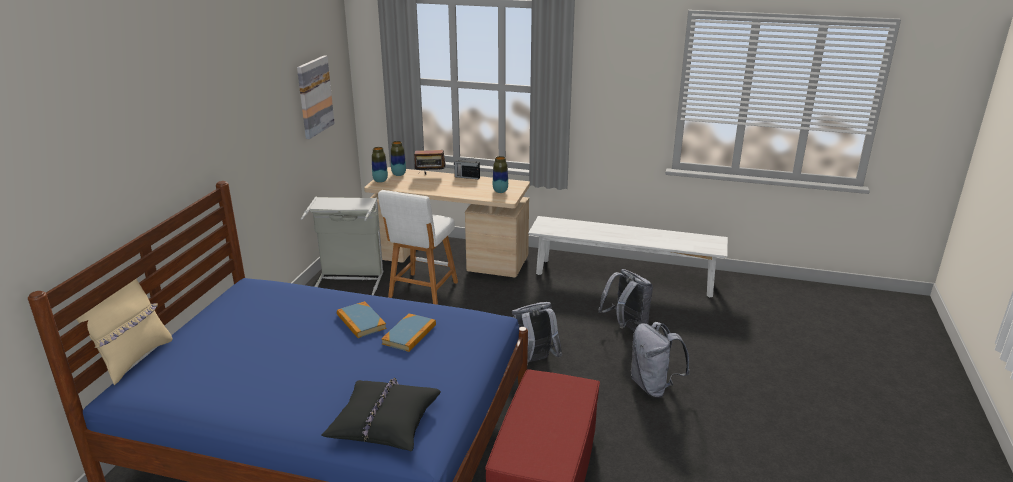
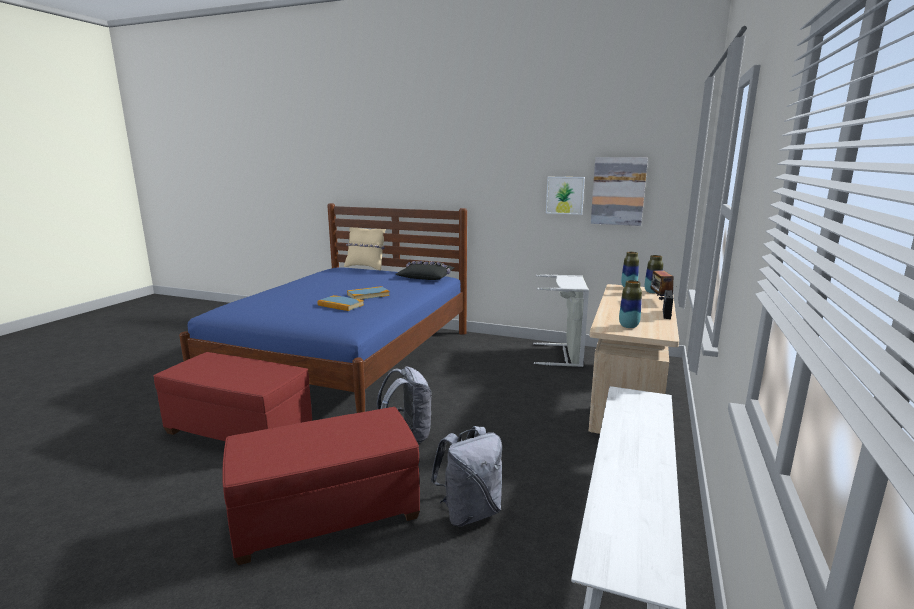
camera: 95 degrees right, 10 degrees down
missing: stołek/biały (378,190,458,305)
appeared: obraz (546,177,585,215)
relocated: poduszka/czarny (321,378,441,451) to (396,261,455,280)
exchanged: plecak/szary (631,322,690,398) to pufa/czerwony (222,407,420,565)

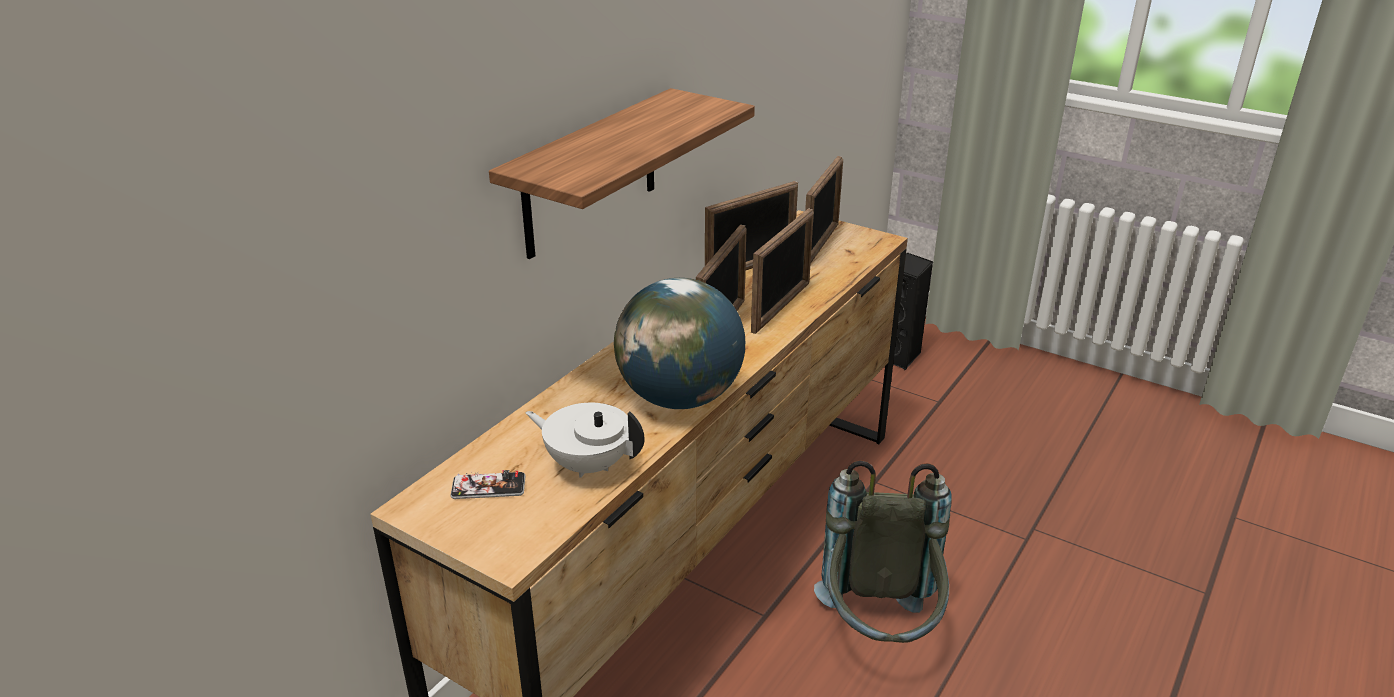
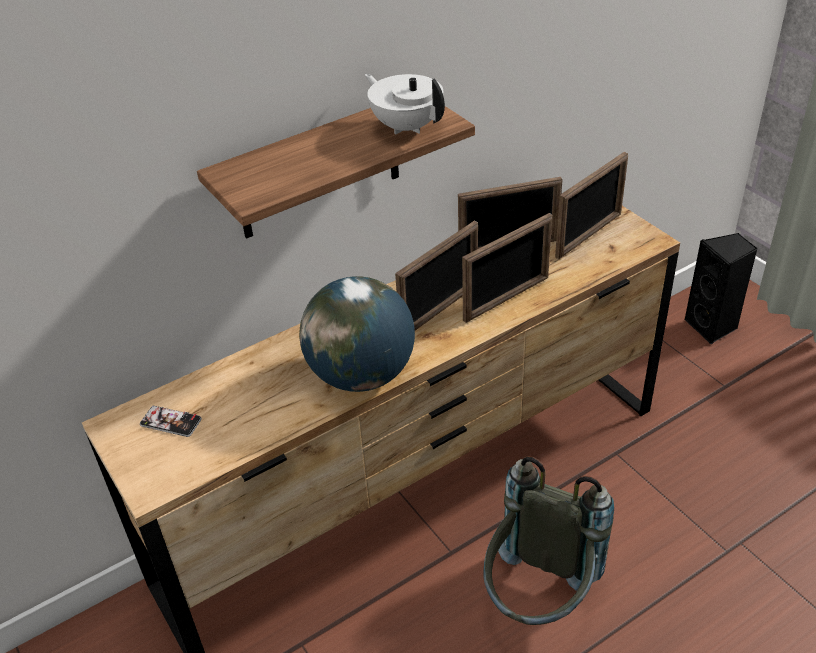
camera: 25 degrees right, 10 degrees up
relocated: imbryk/biały (526,403,645,478) to (365,74,445,135)

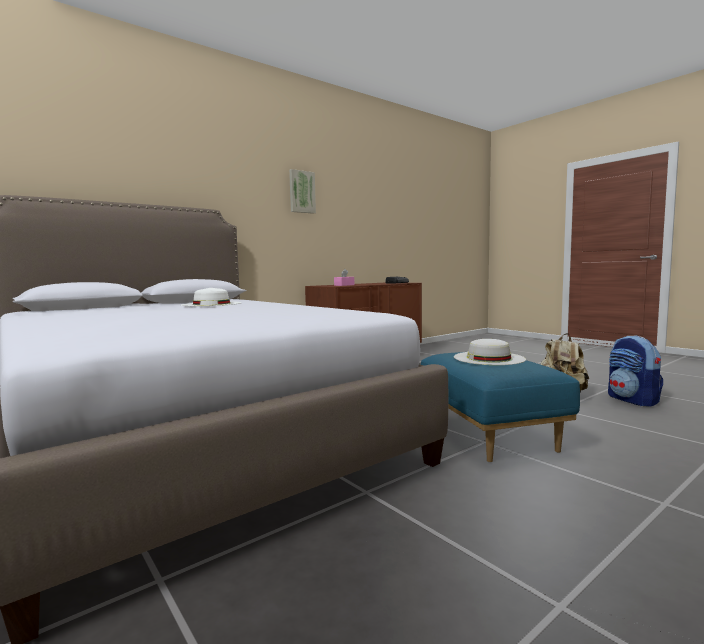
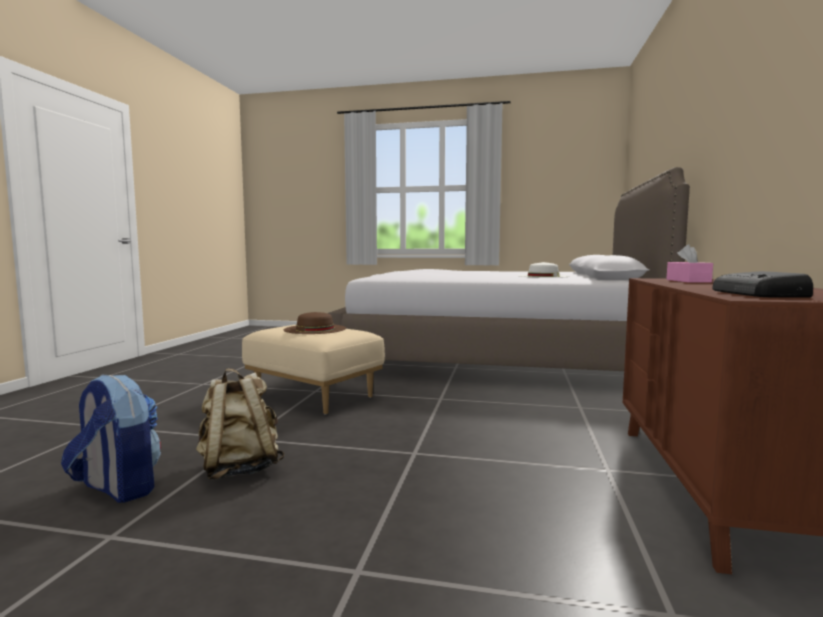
camera: 140 degrees right, 0 degrees up
missing: obraz (289,169,316,214)
colour: kapelusz/biały (454,339,526,365) to kapelusz/brązowy (284,312,346,334); pufa/niebieski (421,352,580,462) to pufa/beżowy (242,325,385,414)

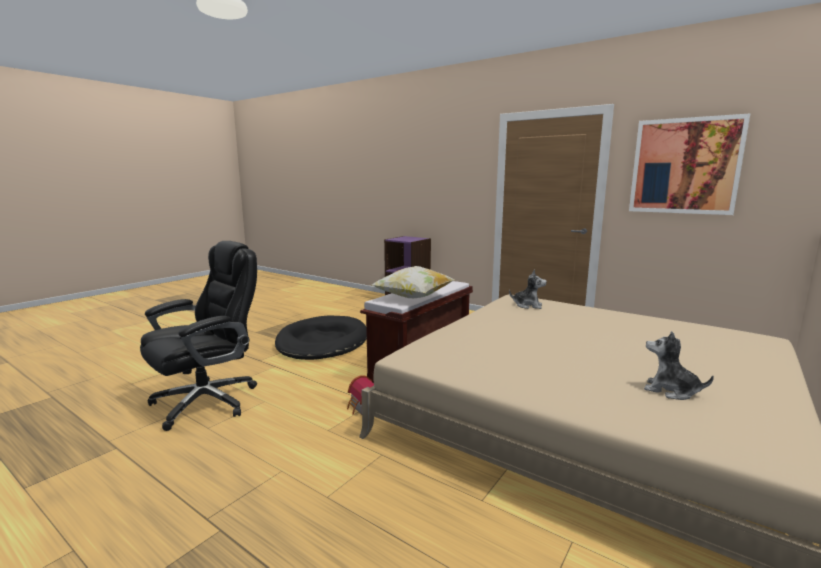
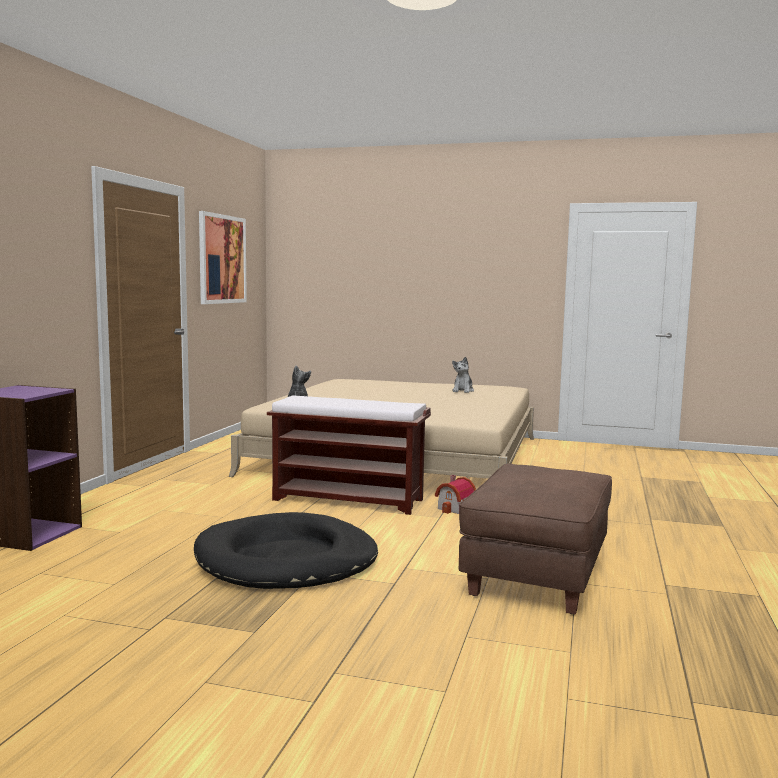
camera: 110 degrees left, 5 degrees down
missing: poduszka (372,266,455,298)
exchanged: krzesło biurowe/czarny (140,241,257,431) to pufa/brązowy (459,464,612,614)

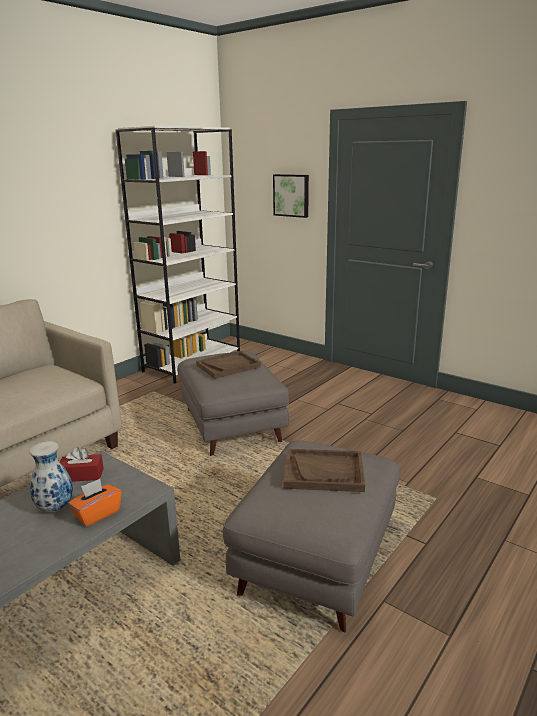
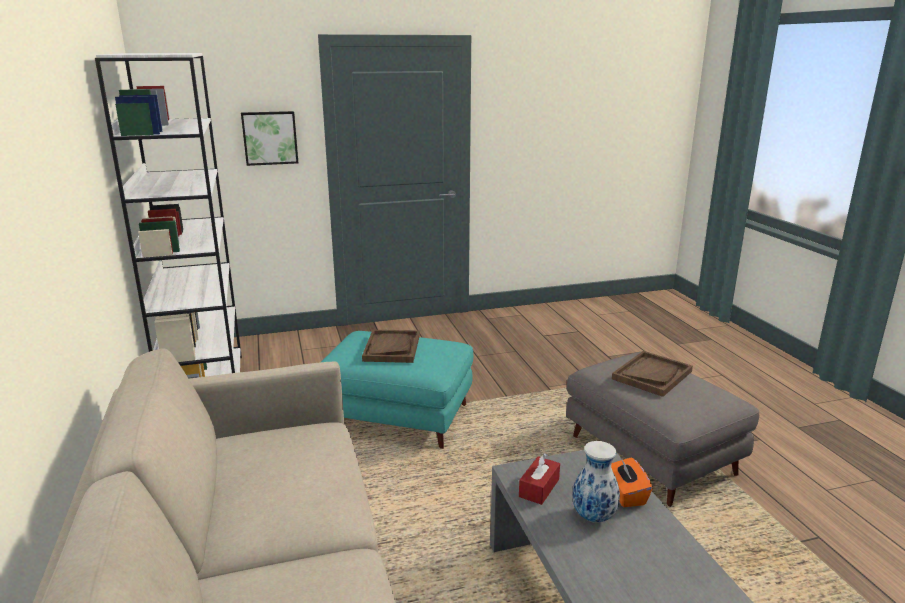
camera: 55 degrees left, 0 degrees up
colour: pufa/szary (177,351,289,456) to pufa/turkusowy (321,331,473,449)

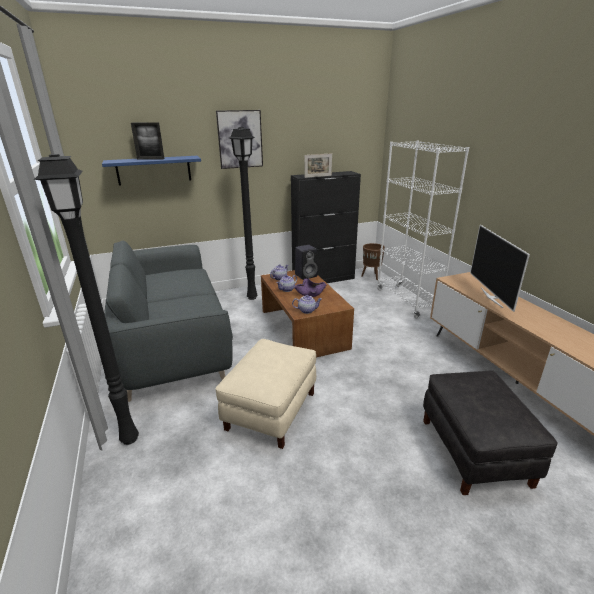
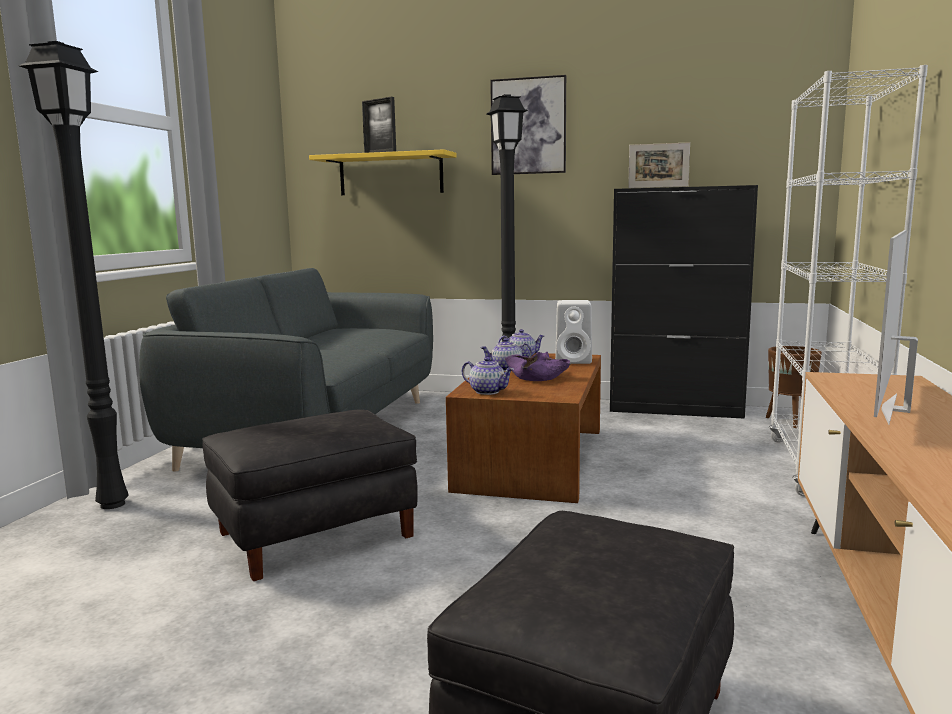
camera: 35 degrees right, 15 degrees down
colour: półka/niebieski (102,156,201,186) to półka/żółty (309,149,456,195); głośnik/czarny (295,245,318,280) to głośnik/biały (555,300,592,364); pufa/beżowy (215,339,316,449) to pufa/czarny (202,409,418,581)

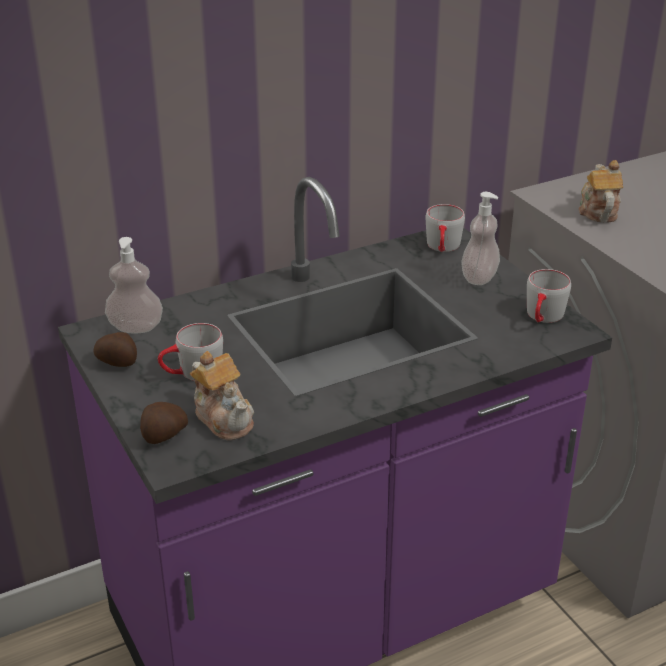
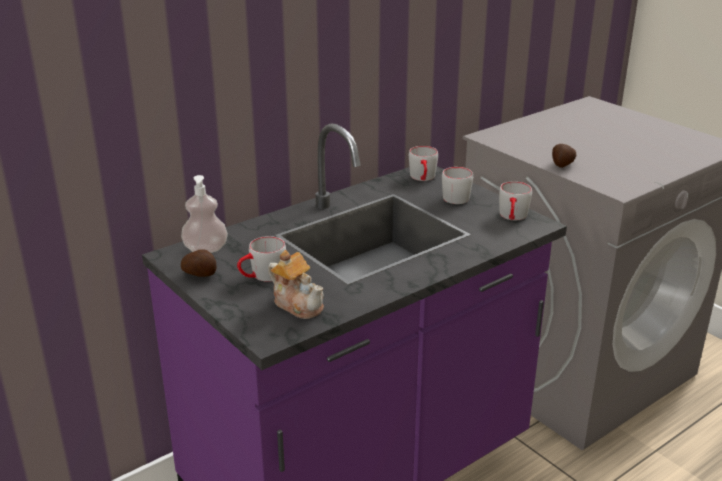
camera: 10 degrees left, 5 degrees down
missing: imbryk (579,160,623,223)
relocated: ziemniak (140,402,188,444) to (552,144,576,168)
exchanged: dozownik mydła (461,192,500,285) to kubek/szary (442,167,473,204)

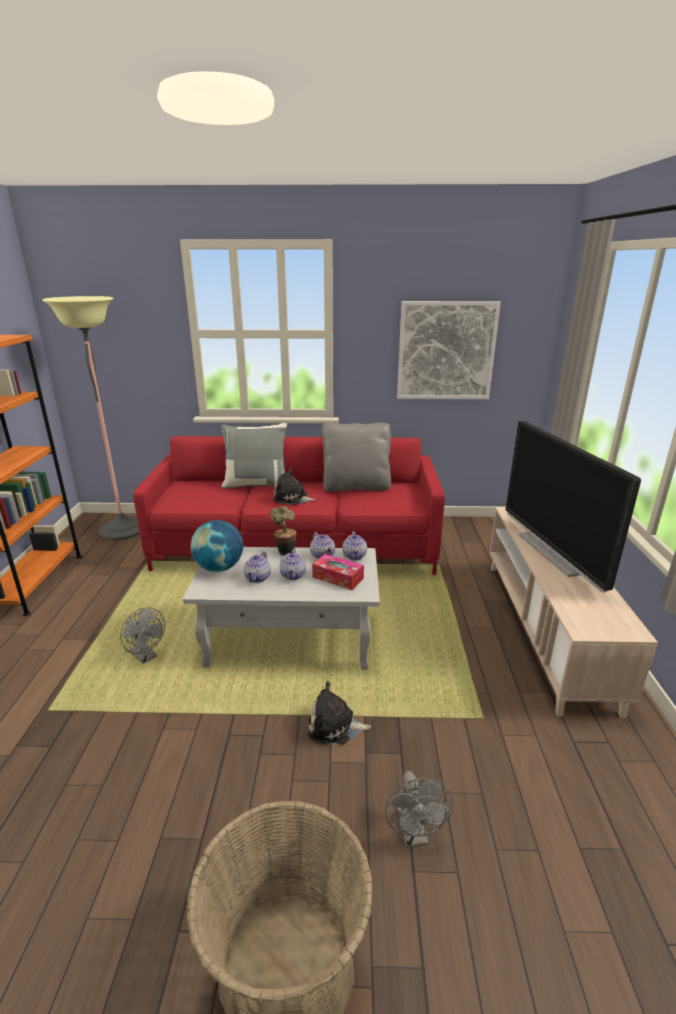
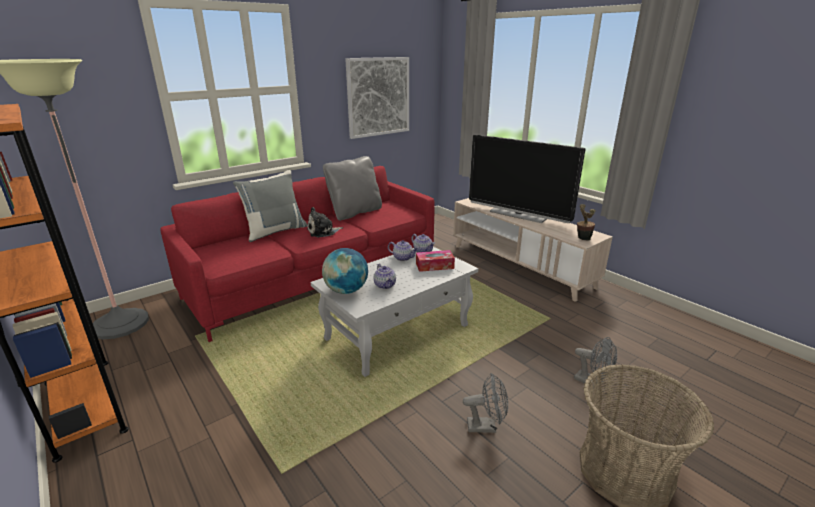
camera: 40 degrees left, 0 degrees up
missing: imbryk (279,549,306,580); pluszak (308,681,371,745)
relocated: roślina doniczkowa (270,506,297,556) to (577,204,596,241); wentylator/szary (120,607,165,664) to (463,373,508,433)

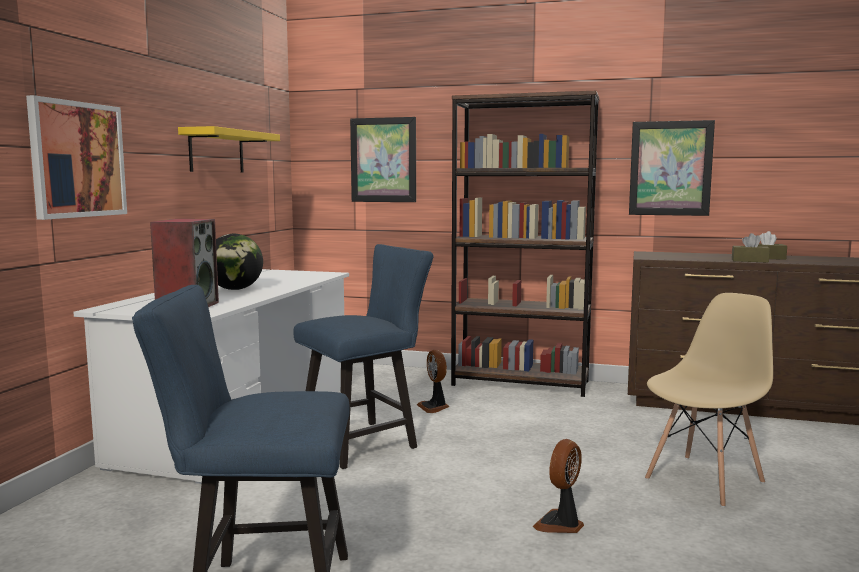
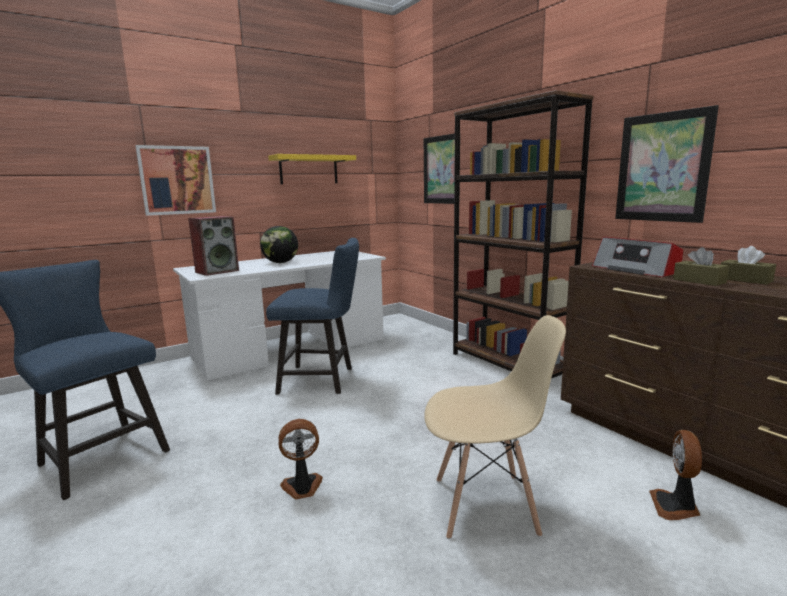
camera: 40 degrees right, 5 degrees up
appeared: radio (592,237,683,277)
relocated: wentylator (417,350,449,413) to (649,430,702,520)

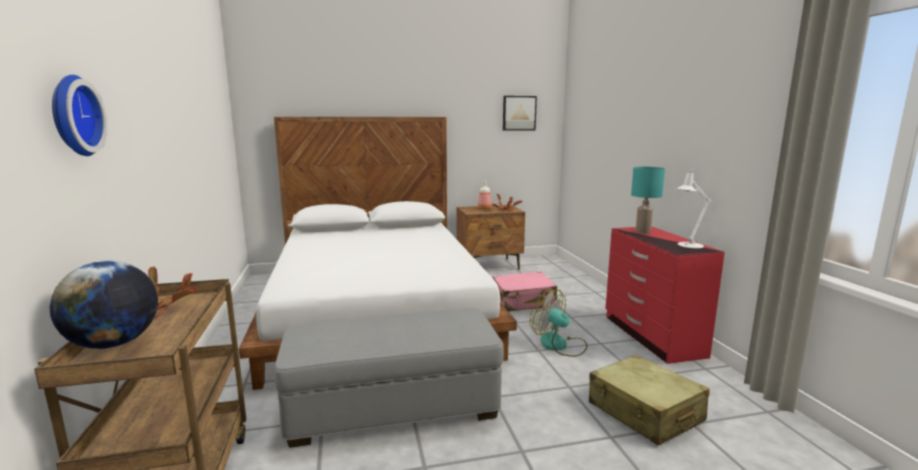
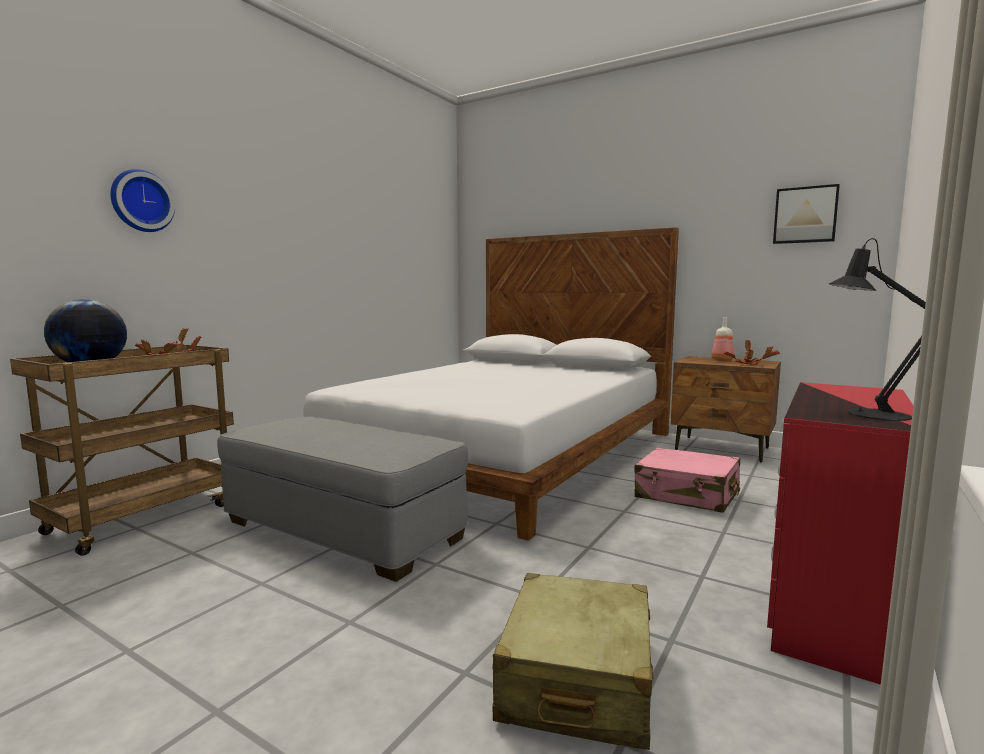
camera: 45 degrees right, 5 degrees down
missing: lampa stołowa/turkusowy (631,167,665,234); wentylator (530,290,587,357)
colour: lampa stołowa/biały (676,168,711,248) to lampa stołowa/czarny (829,238,926,421)

